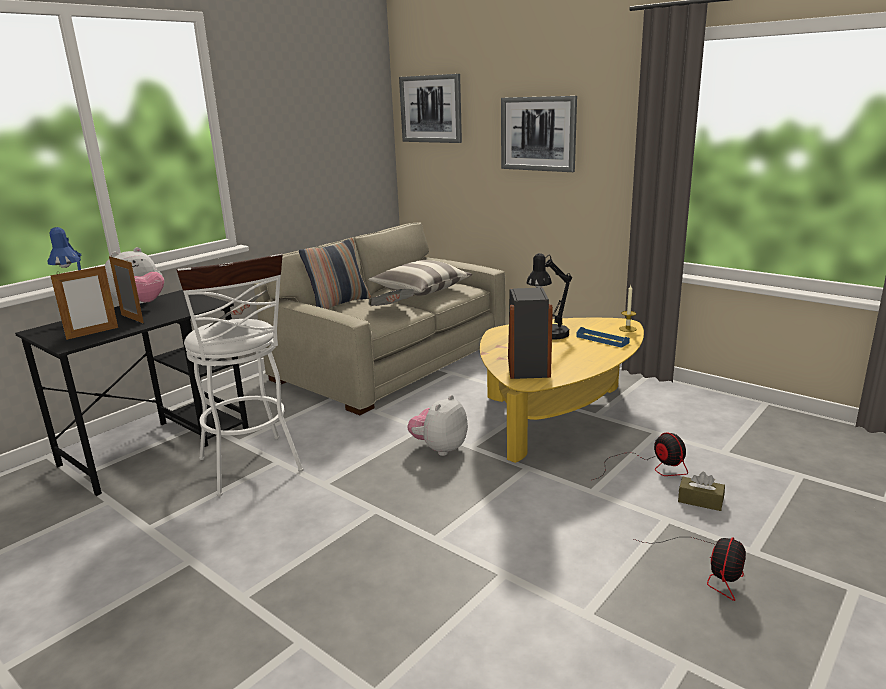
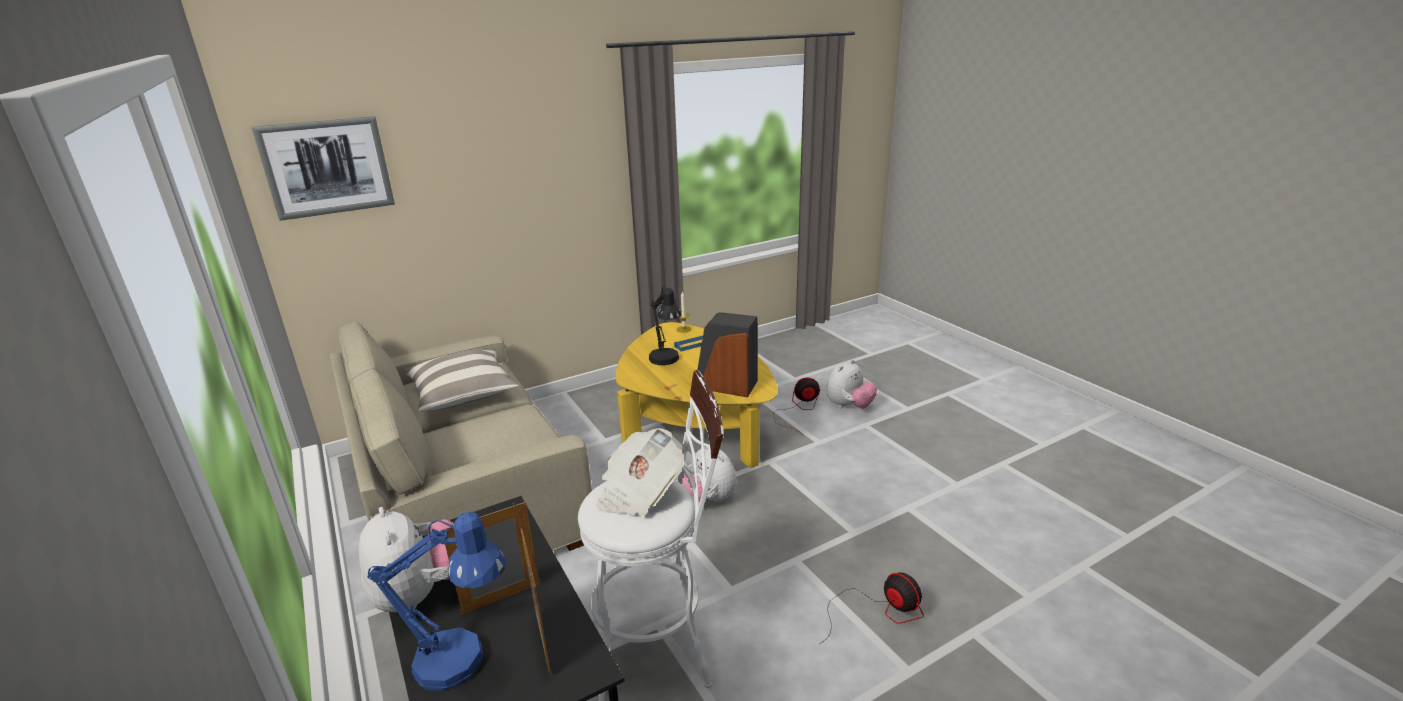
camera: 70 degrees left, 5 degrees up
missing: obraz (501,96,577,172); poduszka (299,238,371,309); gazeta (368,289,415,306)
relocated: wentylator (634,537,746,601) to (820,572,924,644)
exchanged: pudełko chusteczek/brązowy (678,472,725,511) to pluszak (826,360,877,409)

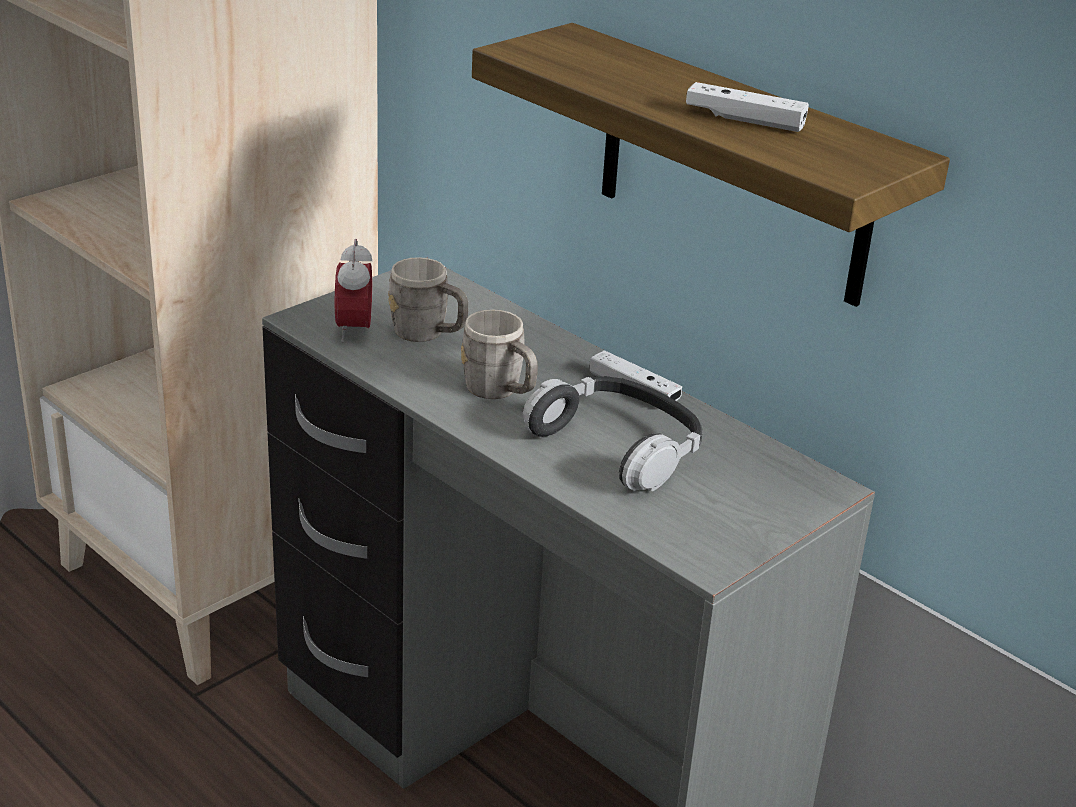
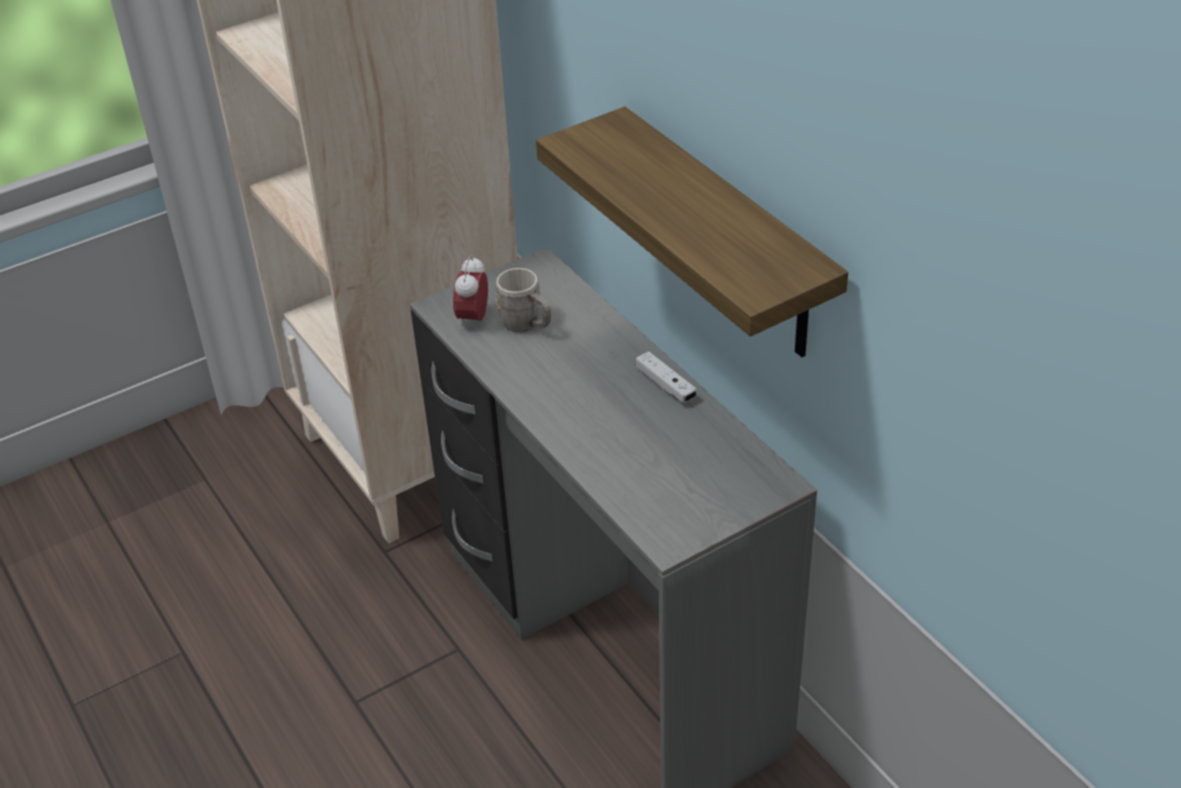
camera: 15 degrees right, 10 degrees up
missing: pad do gier/biały (686,82,809,132); kubek/szary (461,309,538,399); słuchawki (523,376,702,491)

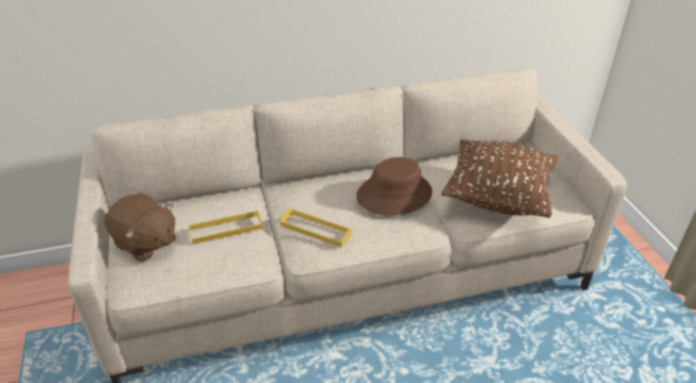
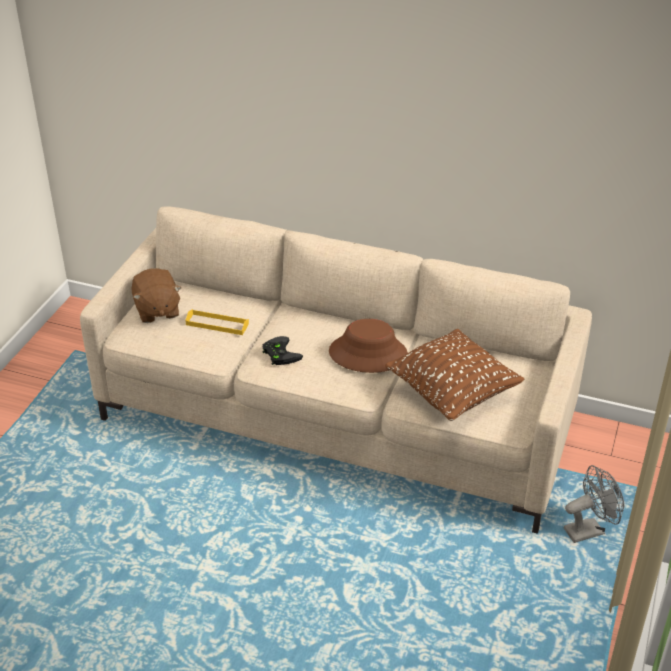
camera: 35 degrees right, 0 degrees up
appeared: wentylator/szary (564,465,625,543)
exchanged: taca/żółty (281,209,352,248) to pad do gier/czarny (262,336,303,365)

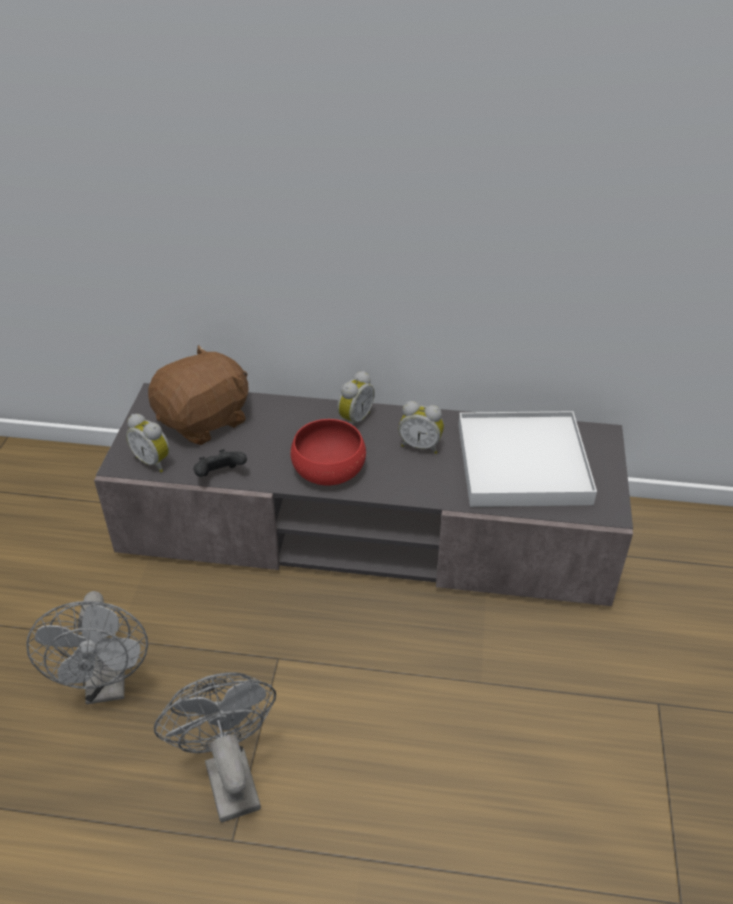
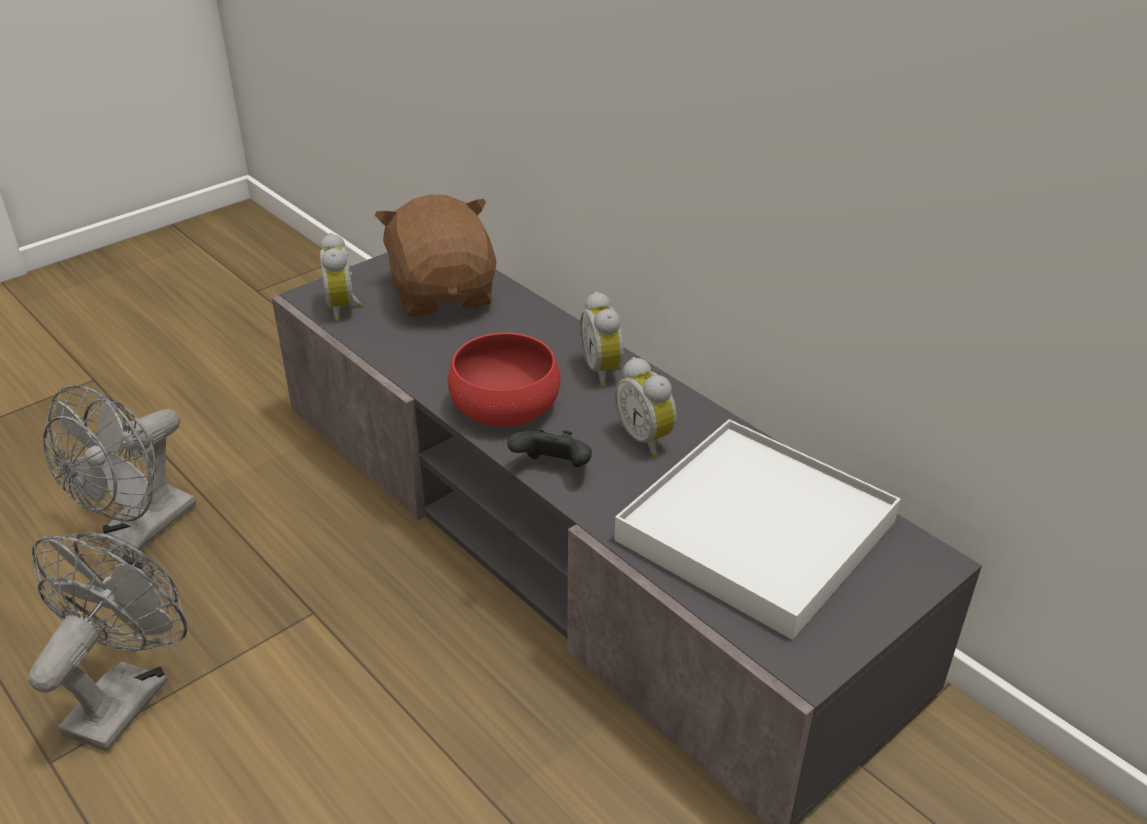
camera: 40 degrees right, 5 degrees down
relocated: pad do gier/czarny (194,449,247,477) to (507,428,592,467)
spun: pluszak/brązowy (148,345,249,445) = (375,195,497,317) 105 degrees counterclockwise; budzik (337,371,375,425) = (580,291,624,386) 90 degrees clockwise

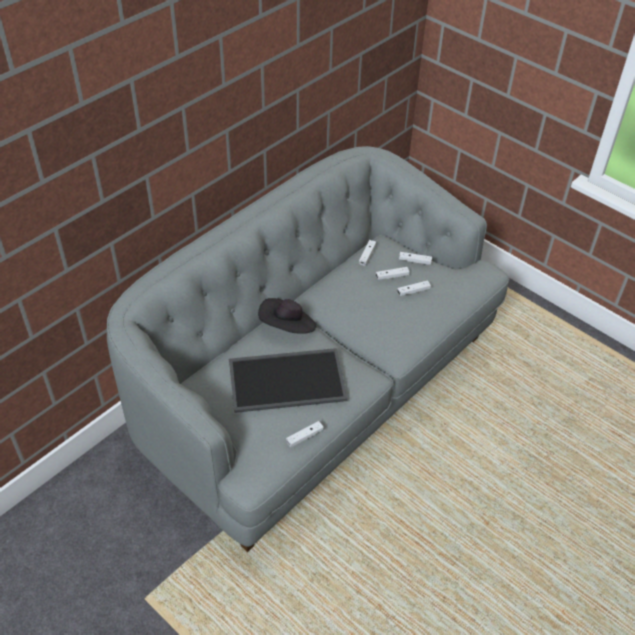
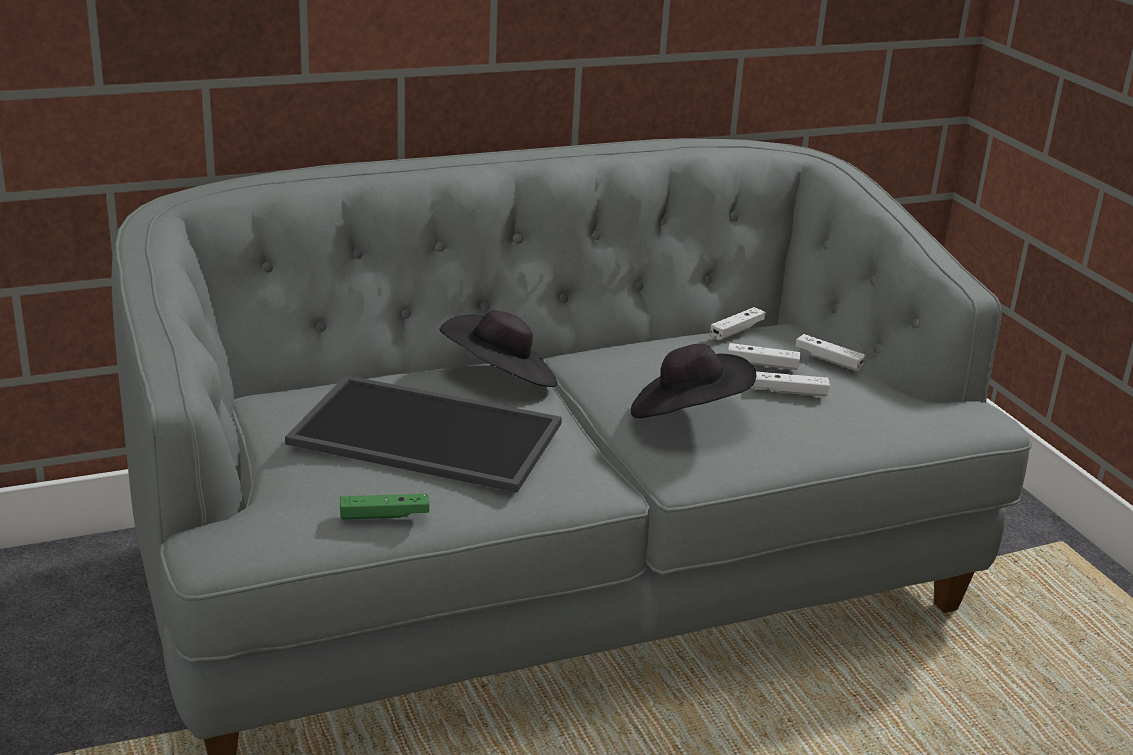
camera: 25 degrees right, 20 degrees down
appeared: kapelusz/czarny (631,344,756,418)
colour: pad do gier/biały (286,421,324,447) to pad do gier/zielony (340,494,429,520)

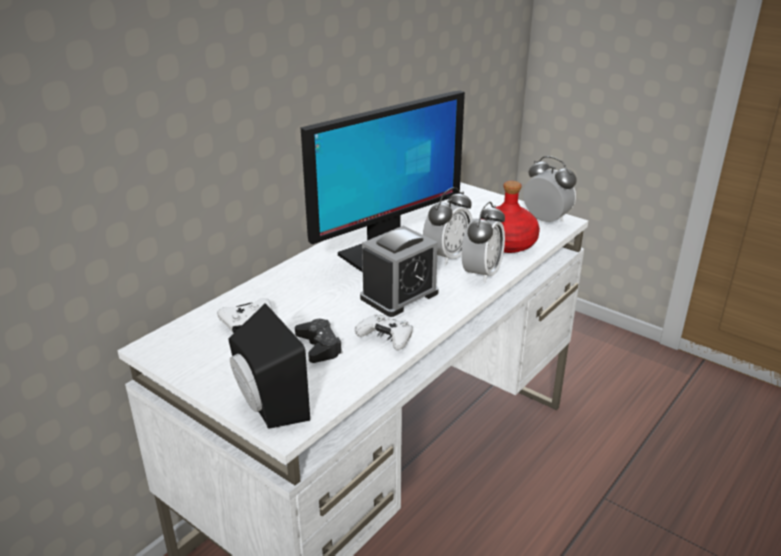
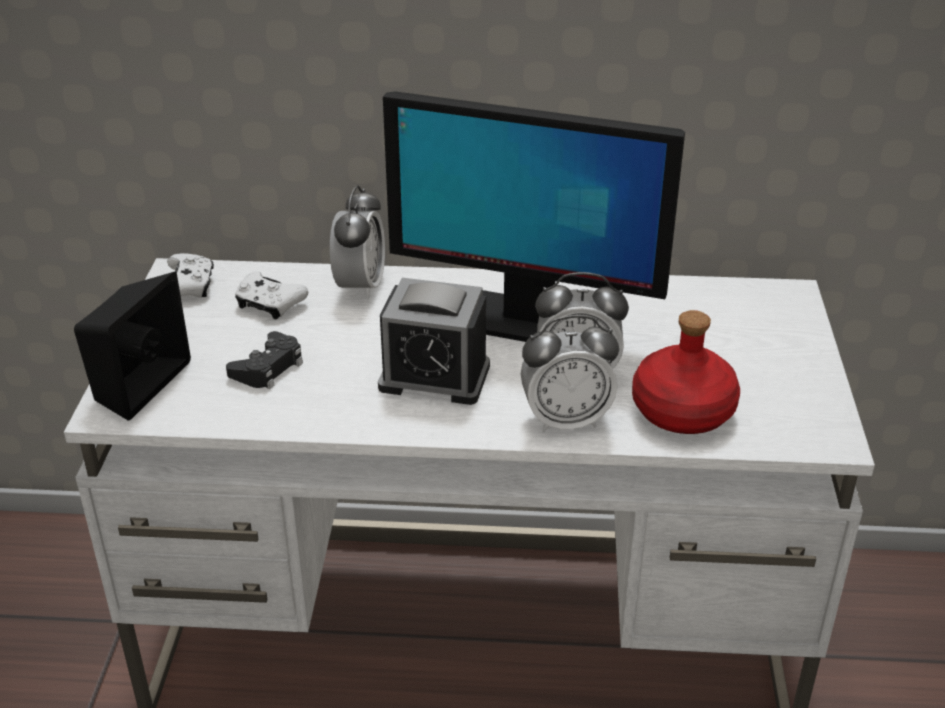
camera: 55 degrees right, 5 degrees up
relocated: budzik (523,156,577,222) to (330,185,385,299); pad do gier/biały (355,315,413,350) to (167,253,214,298)

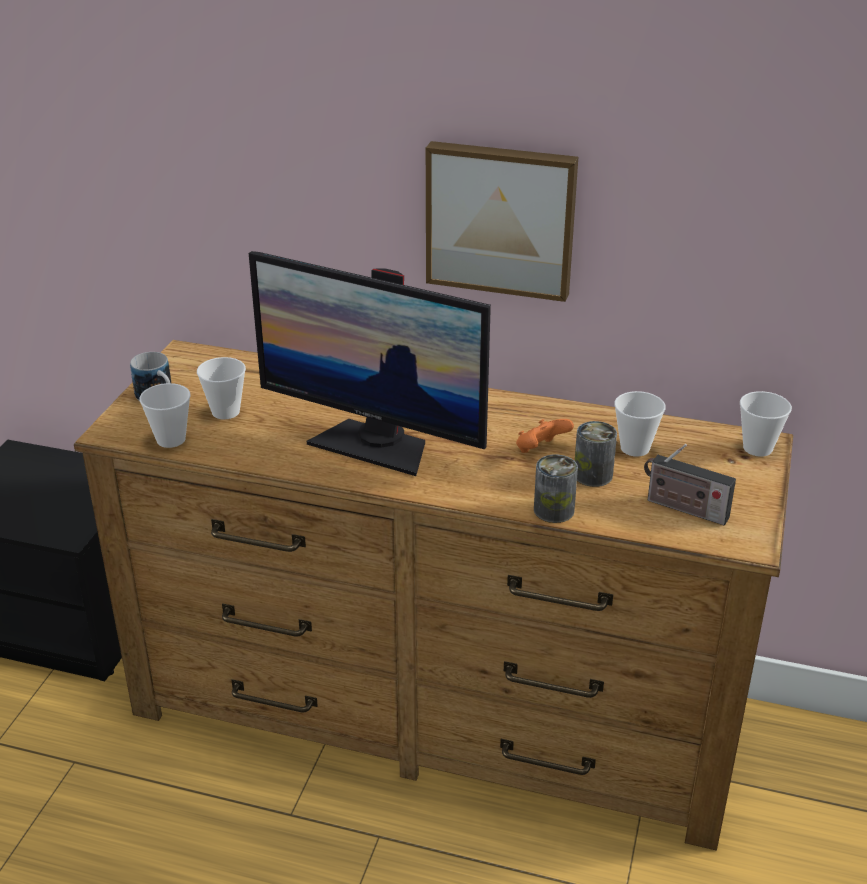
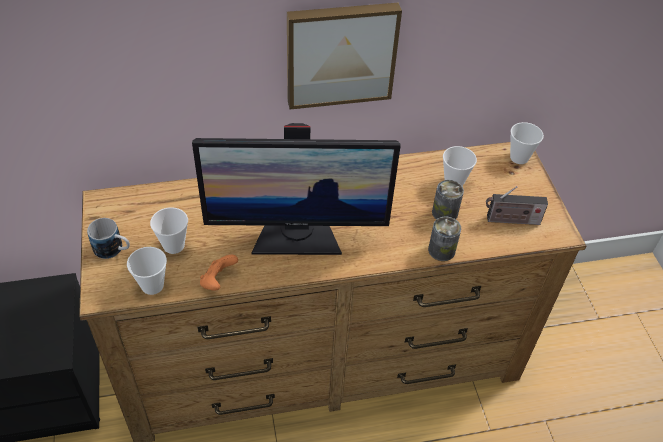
camera: 30 degrees left, 15 degrees up
relocated: pad do gier/pomarańczowy (516,419,574,453) to (200,255,238,291)

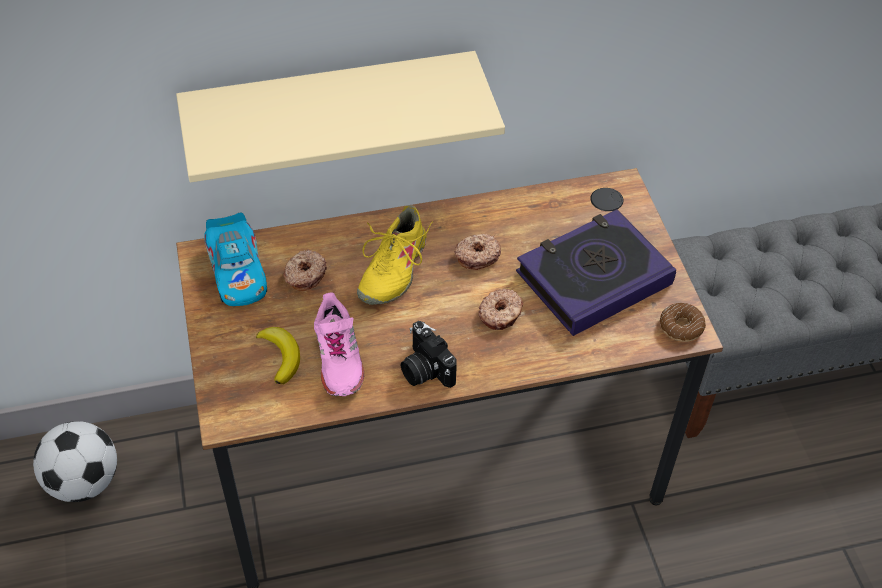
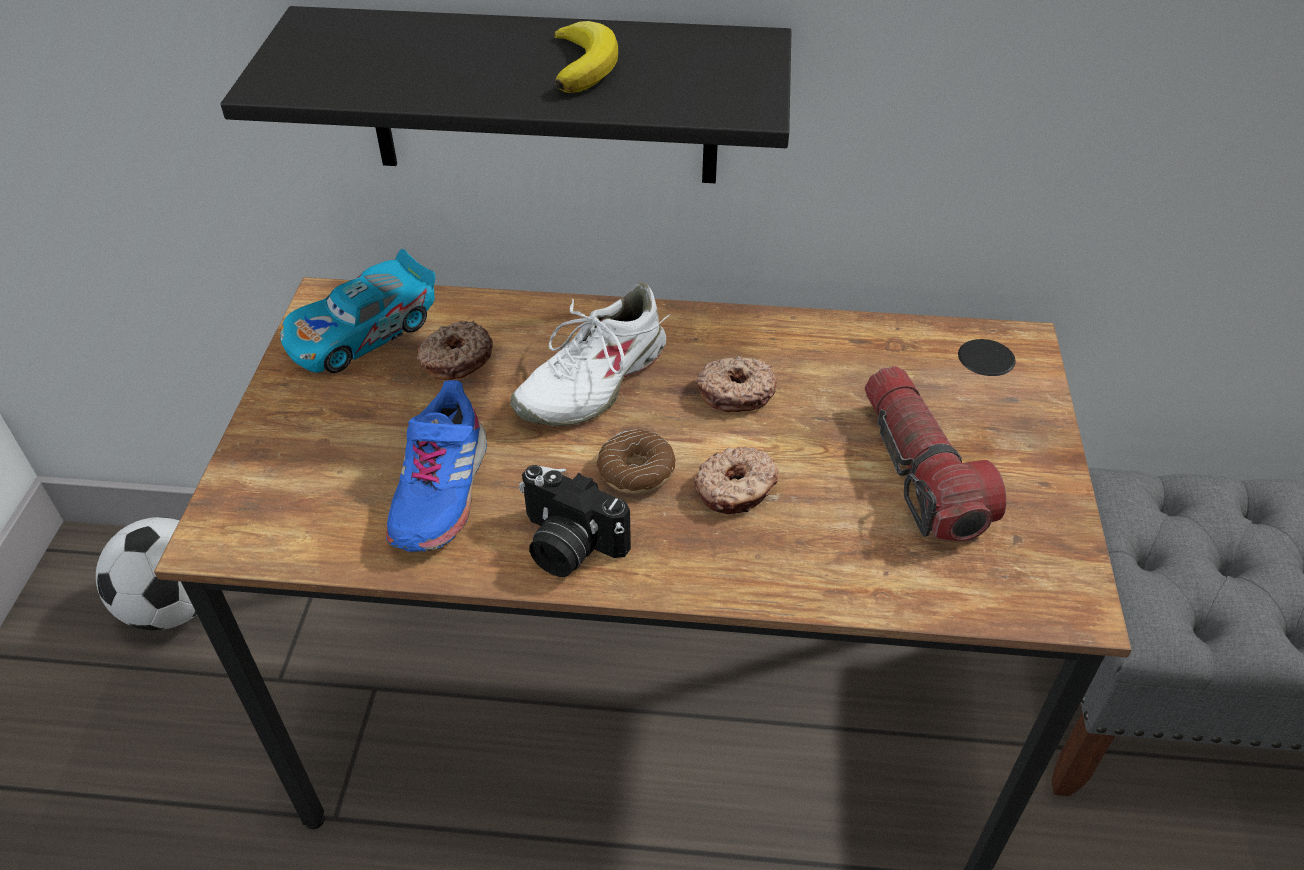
camera: 20 degrees right, 5 degrees down
relocated: donut (660,303,706,342) to (597,430,676,494); banan (256,327,300,384) to (554,21,618,93)
exchanged: książka (516,209,676,336) to latarka (865,366,1007,542)
colour: półka/beżowy (176,51,505,182) to półka/czarny (221,6,791,183); but/żółty (357,205,433,305) to but/biały (511,283,670,426); but/różowy (314,292,364,396) to but/niebieski (386,380,487,552)
spun: samochodzik (204,212,267,306) = (280,249,435,373) 45 degrees clockwise; aparat fotograficzny (401,321,457,388) = (519,465,631,577) 45 degrees counterclockwise

